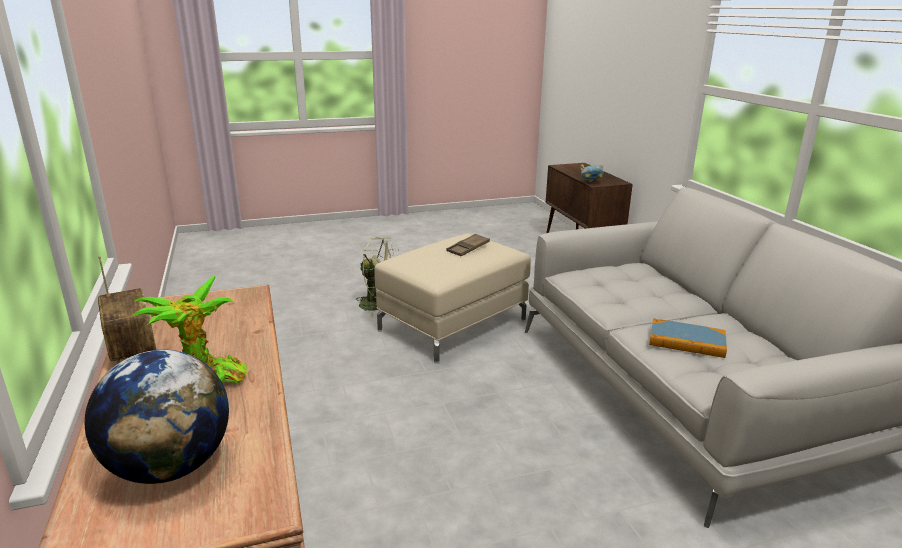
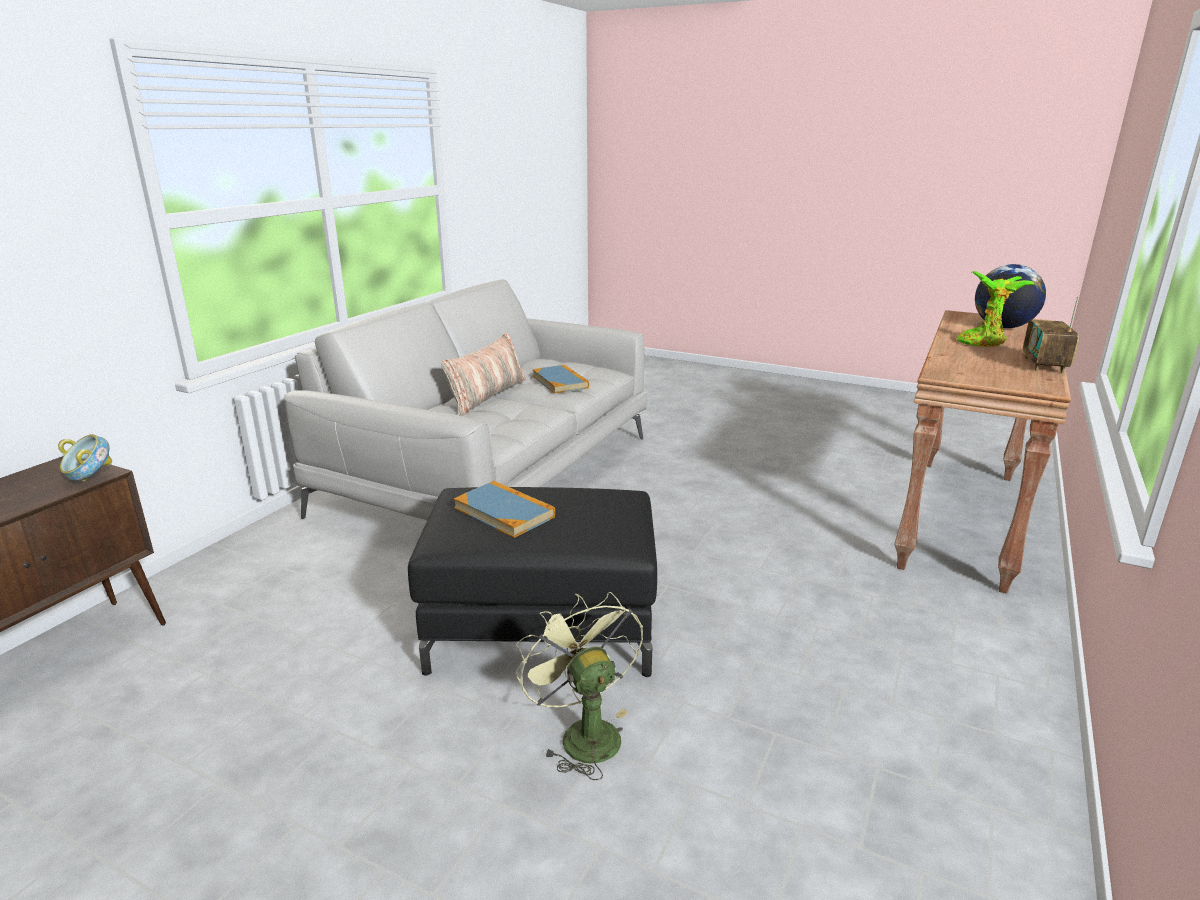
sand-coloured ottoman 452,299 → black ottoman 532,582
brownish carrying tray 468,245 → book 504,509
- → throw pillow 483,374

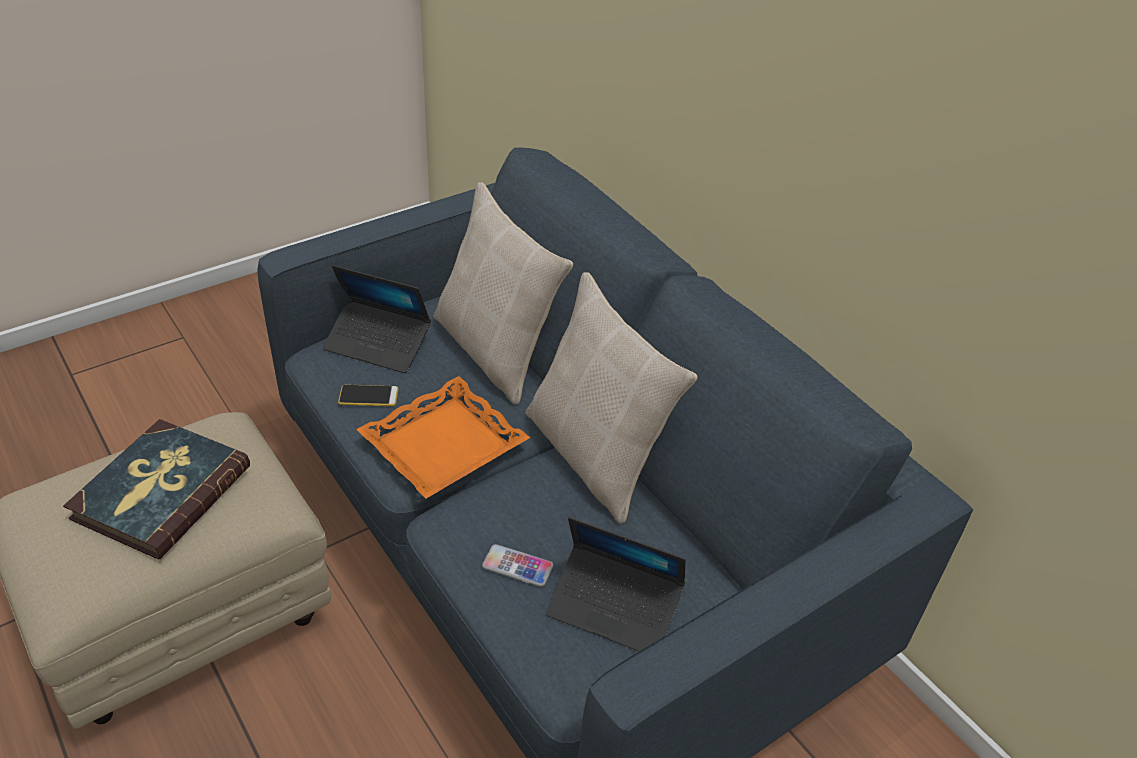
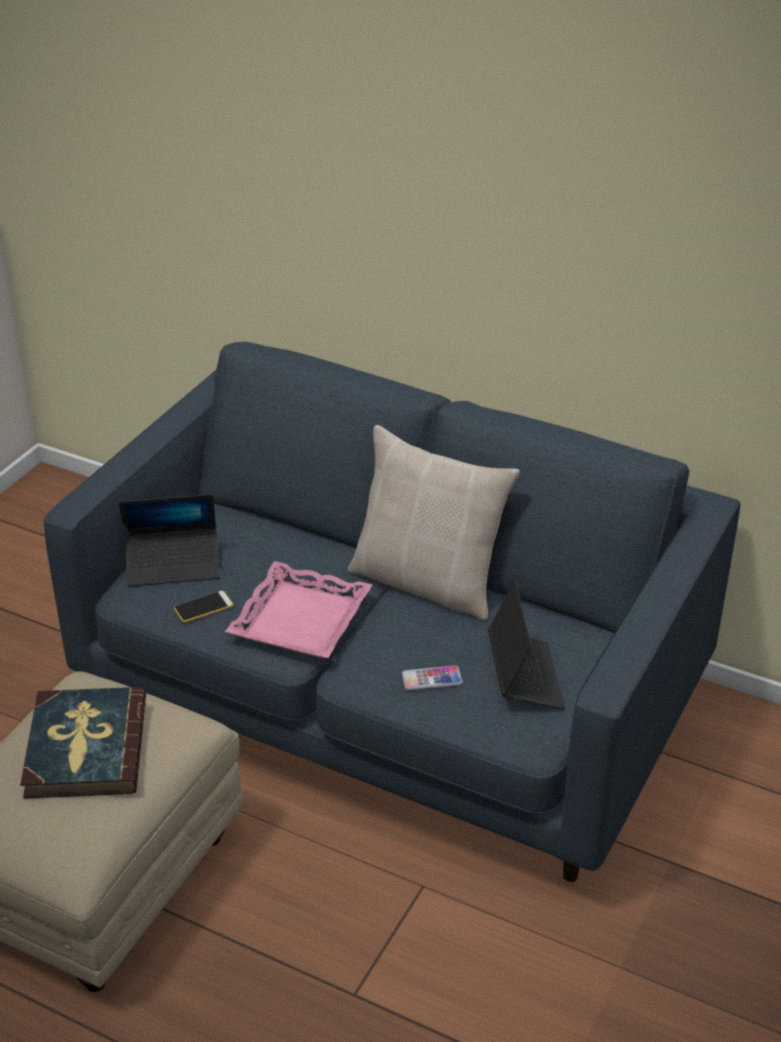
orange carrying tray 443,437 → pink-coloured carrying tray 299,609
sand-coloured throw pillow 503,293 → -
portable computer 616,584 → portable computer 526,645, 90 degrees counterclockwise

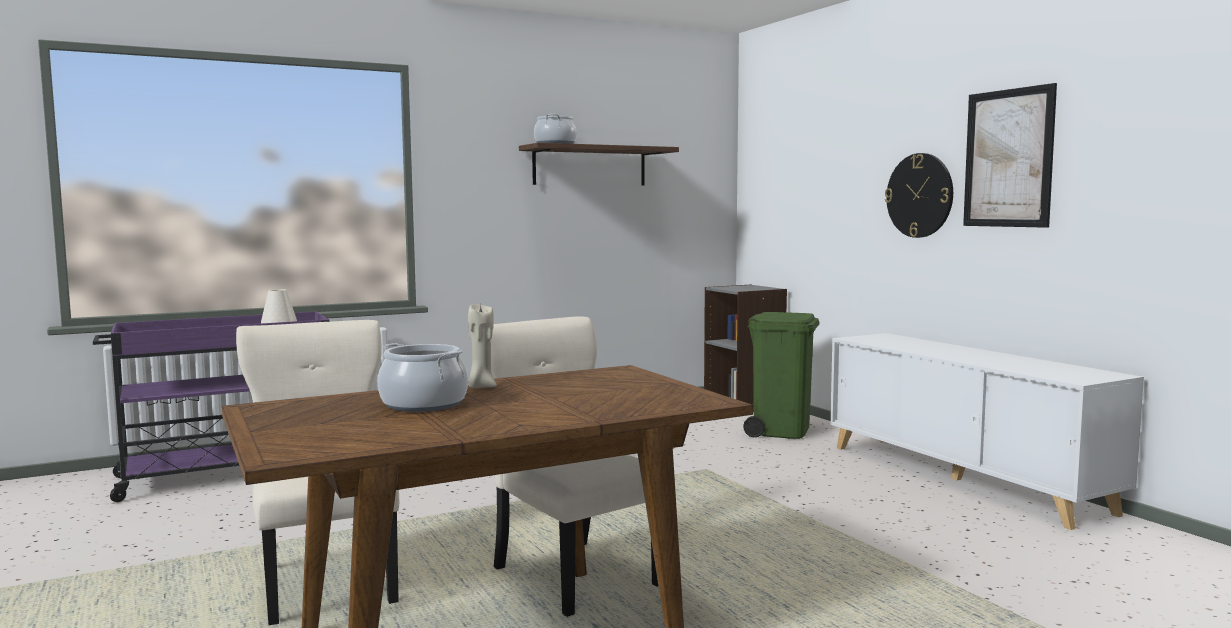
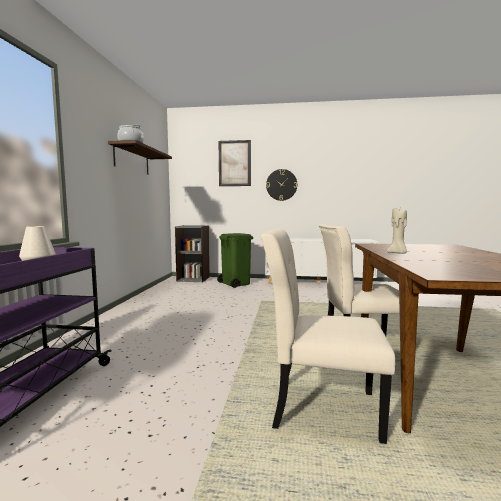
cooking pot 423,377 → -
wall art 1010,155 → wall art 235,163, relocated

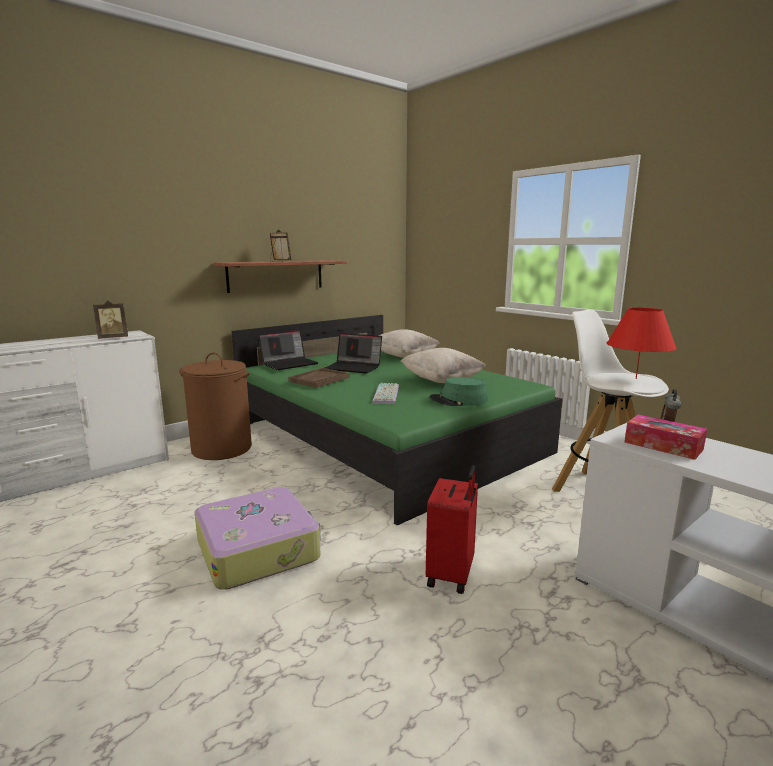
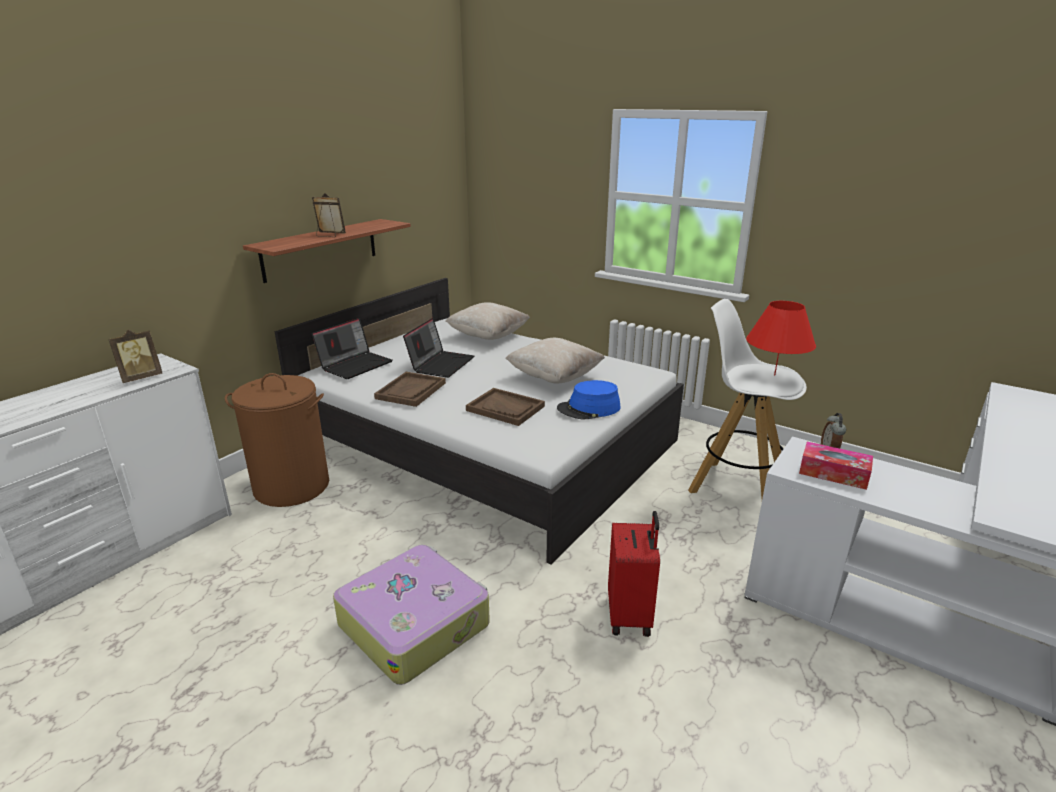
greenish bedroom bed 397,420 → whitish bedroom bed 479,421
portable computer 353,353 → portable computer 438,348, 75 degrees counterclockwise
PC keyboard 385,393 → brownish carrying tray 505,407
greenish wearable hat 459,391 → blue-coloured wearable hat 589,400

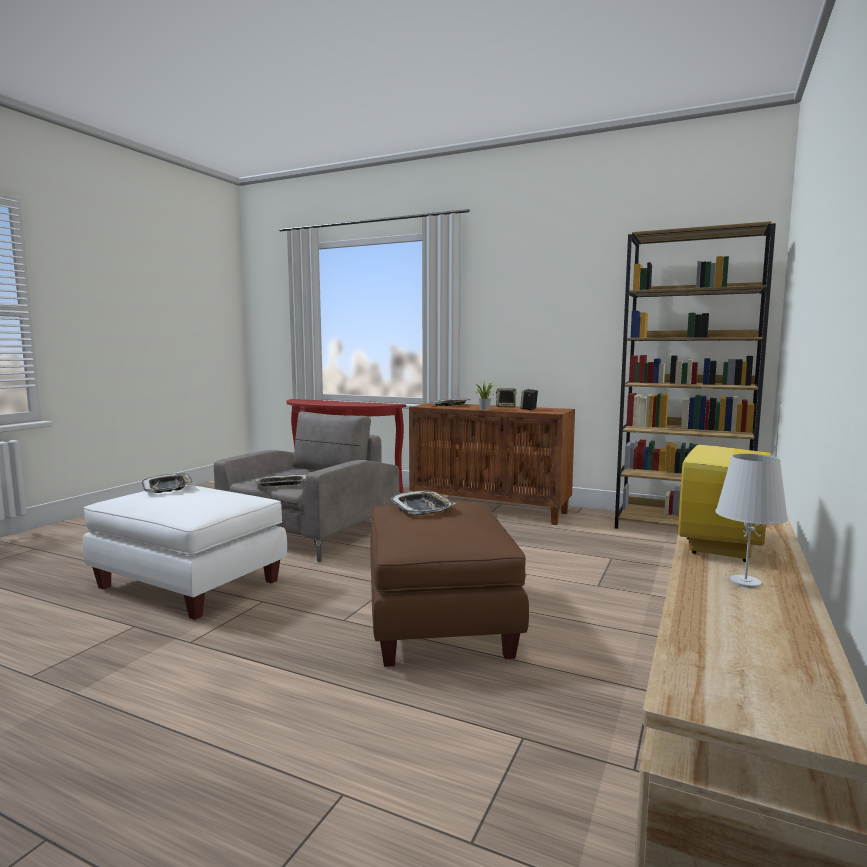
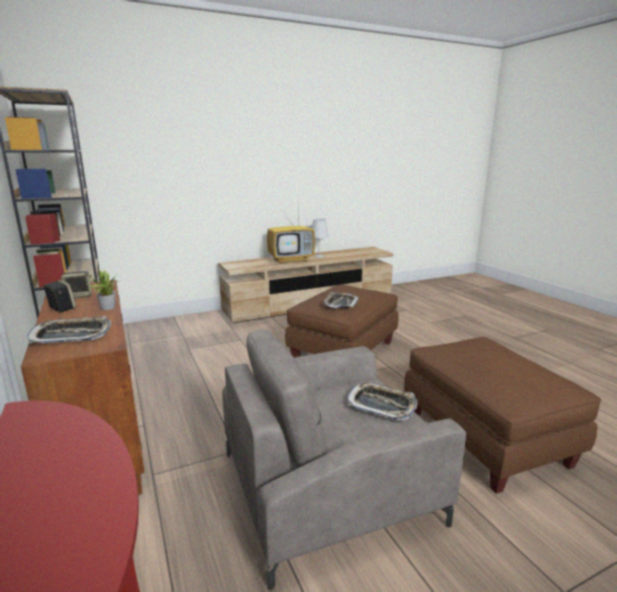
whitish ottoman 184,552 → brownish ottoman 502,415
carrying tray 168,483 → -

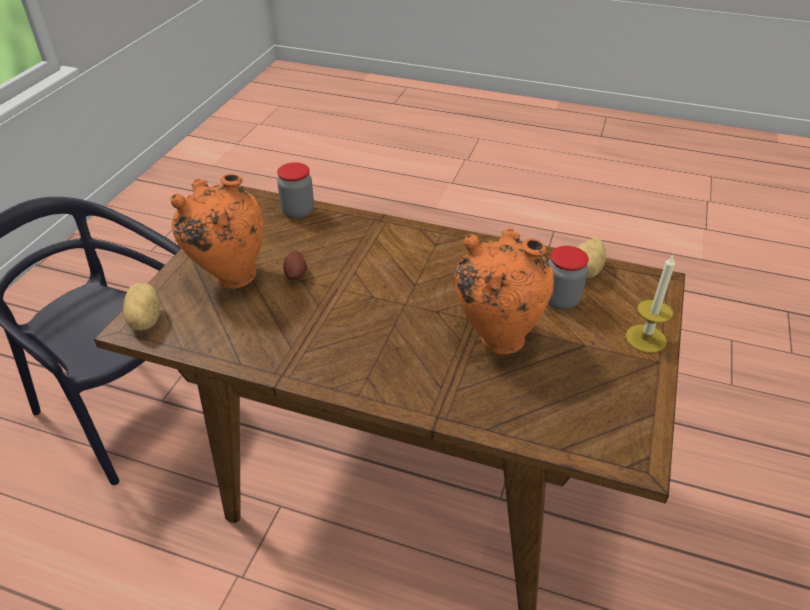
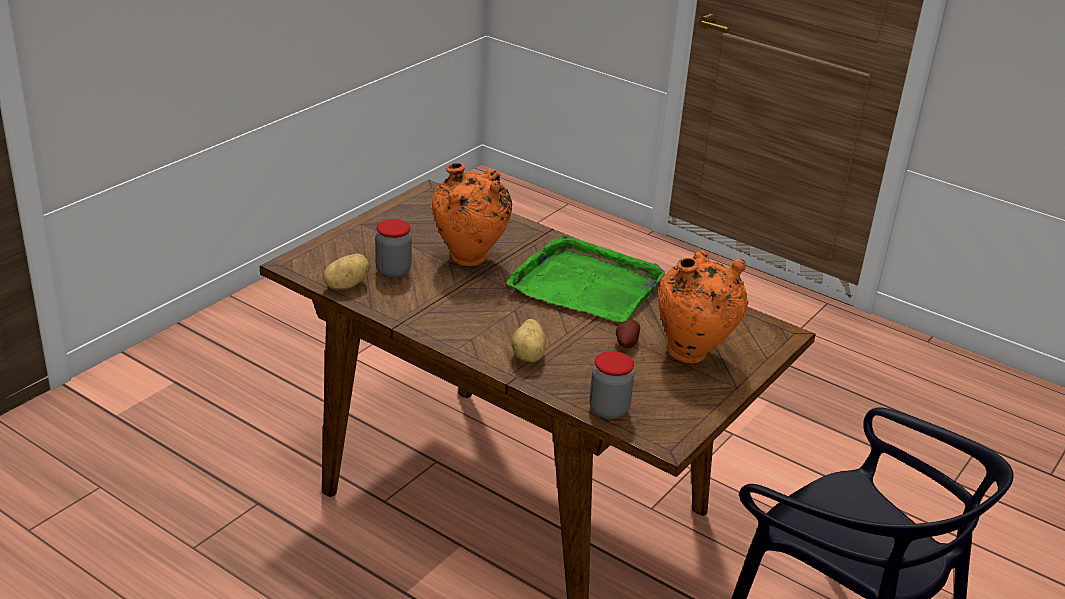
whole potato 142,307 → whole potato 528,340, relocated
wax candle 650,304 → -
- → greenish carrying tray 585,278

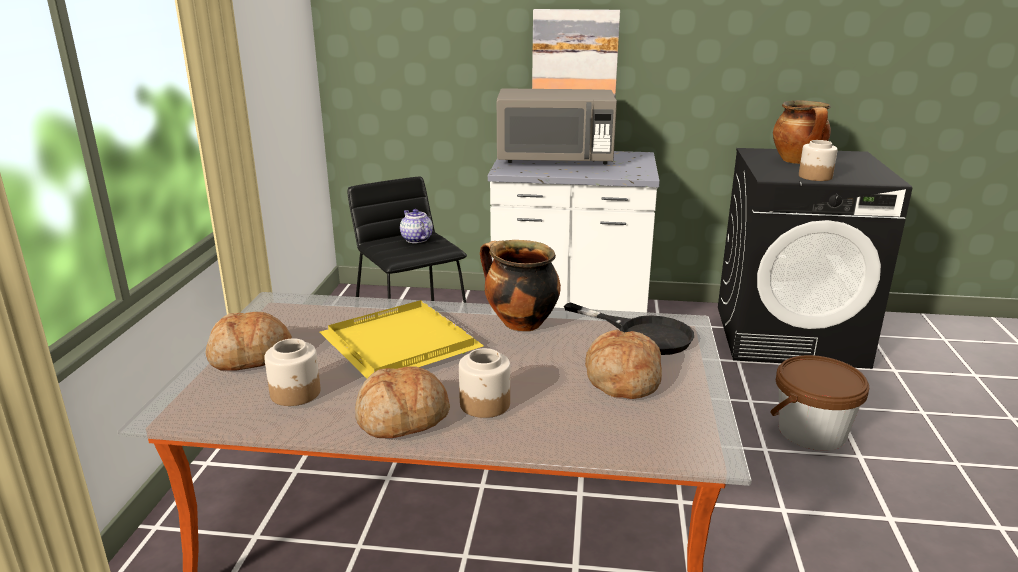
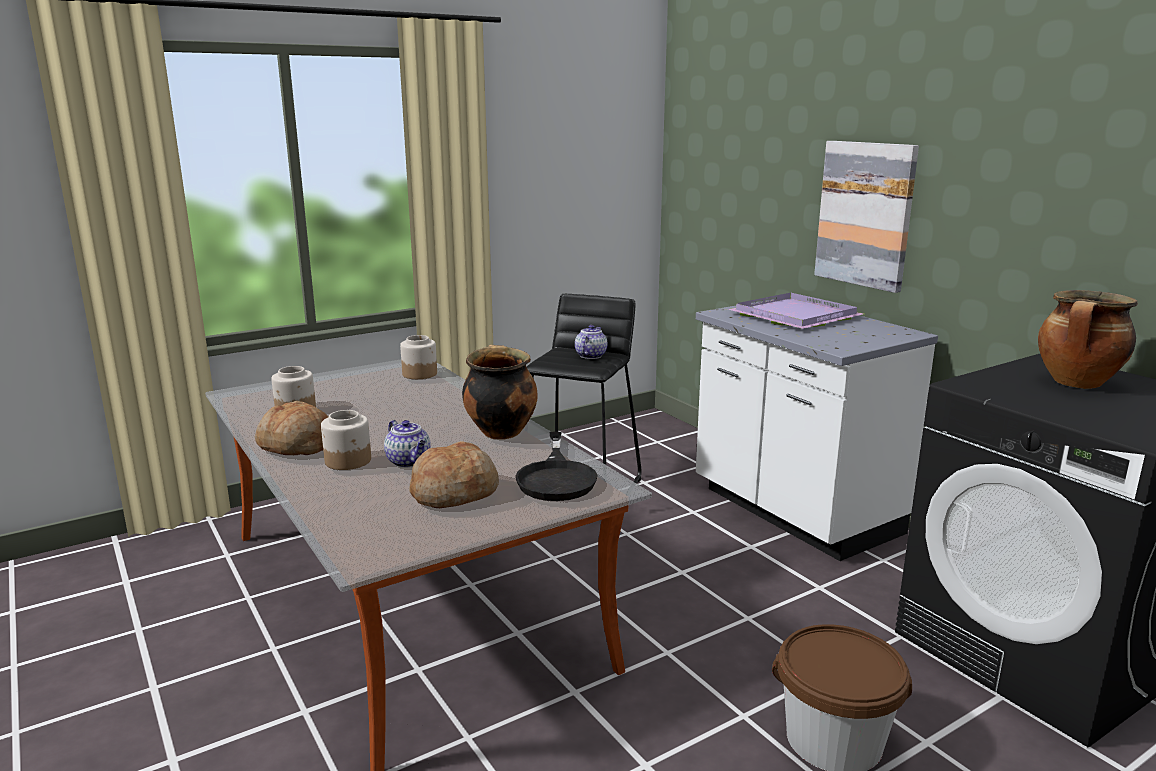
bread 249,341 → -
yellow carrying tray 402,339 → -
gray microwave oven 557,126 → purplish carrying tray 796,311
jar 818,160 → jar 418,357, relocated
- → tea pot 407,444

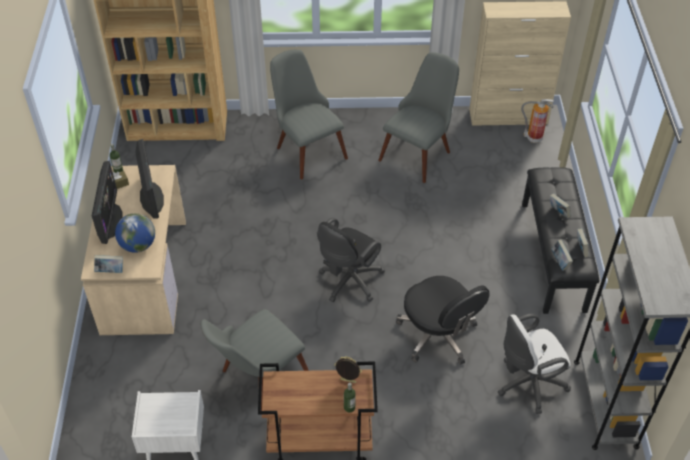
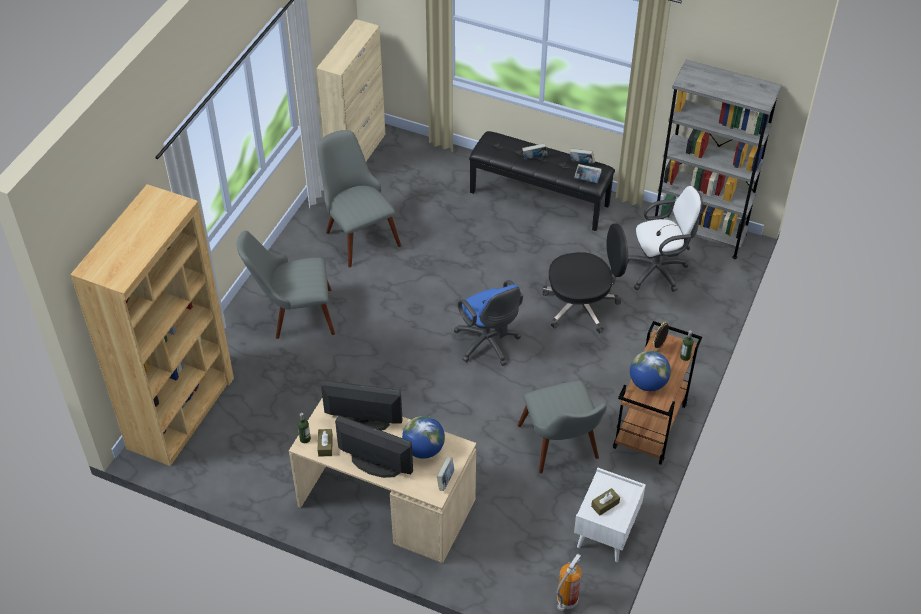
black computer chair 351,260 → blue-coloured computer chair 488,323
whitish computer chair 534,363 → whitish computer chair 665,239, 105 degrees counterclockwise
extinguisher 537,121 → extinguisher 569,582, relocated
- → brownish tissue box 605,502
- → desk globe 650,371

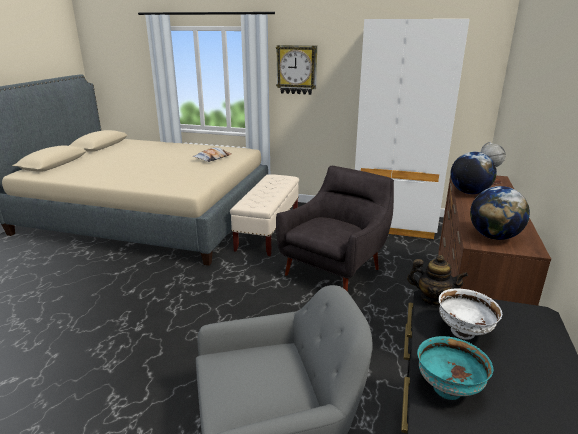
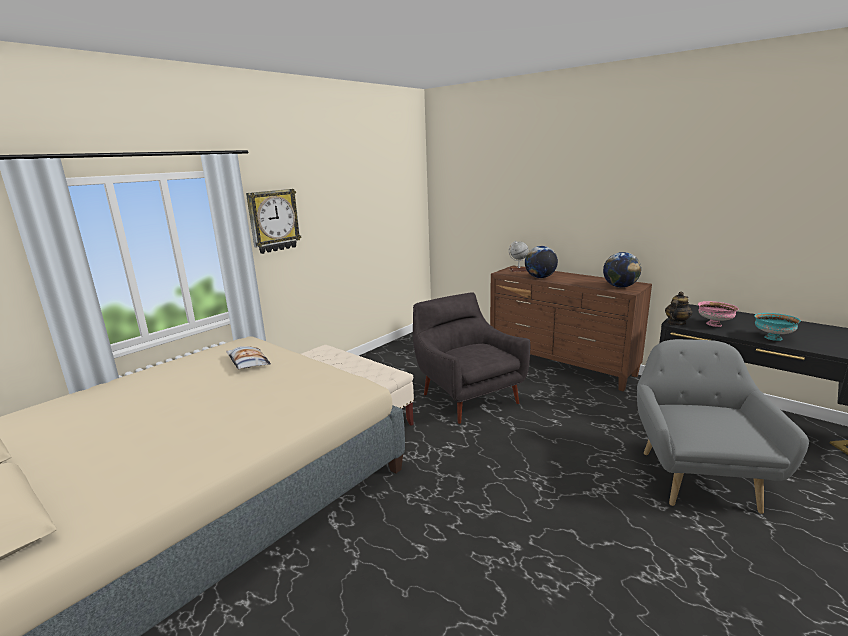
whitish armoire 412,129 → -
whitish deep dish 470,314 → pink-coloured deep dish 718,314

